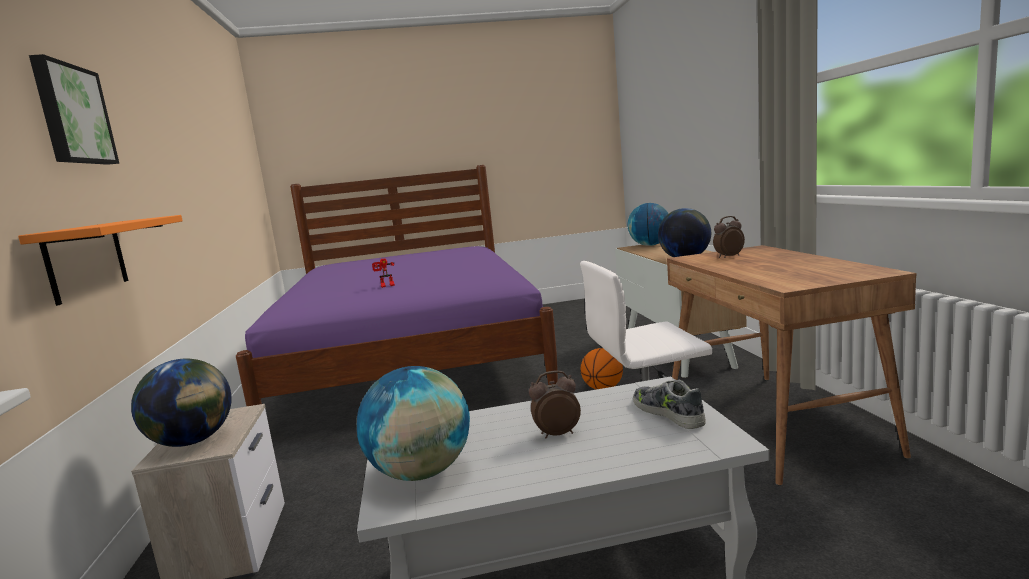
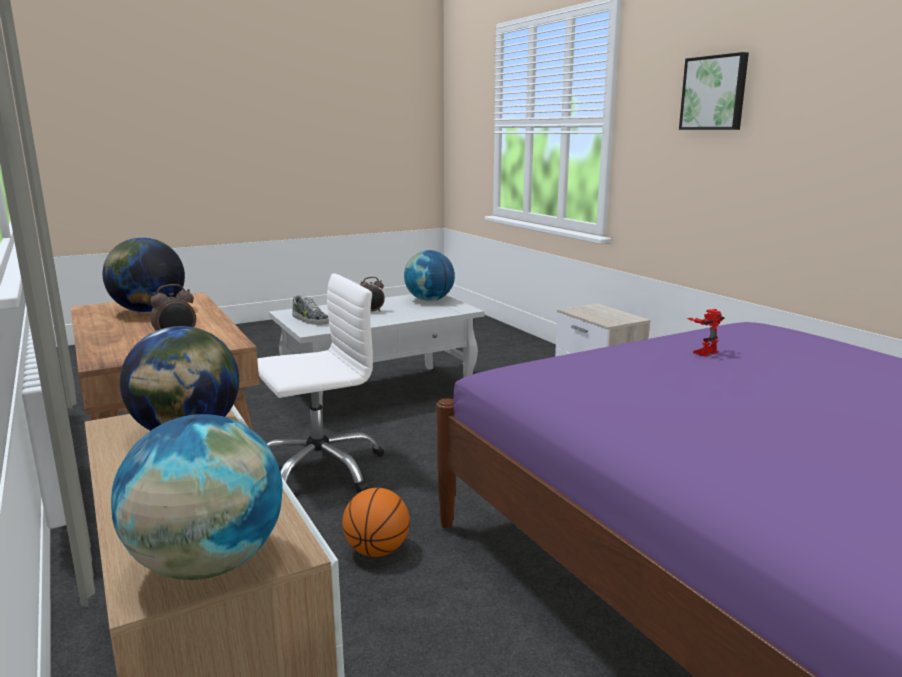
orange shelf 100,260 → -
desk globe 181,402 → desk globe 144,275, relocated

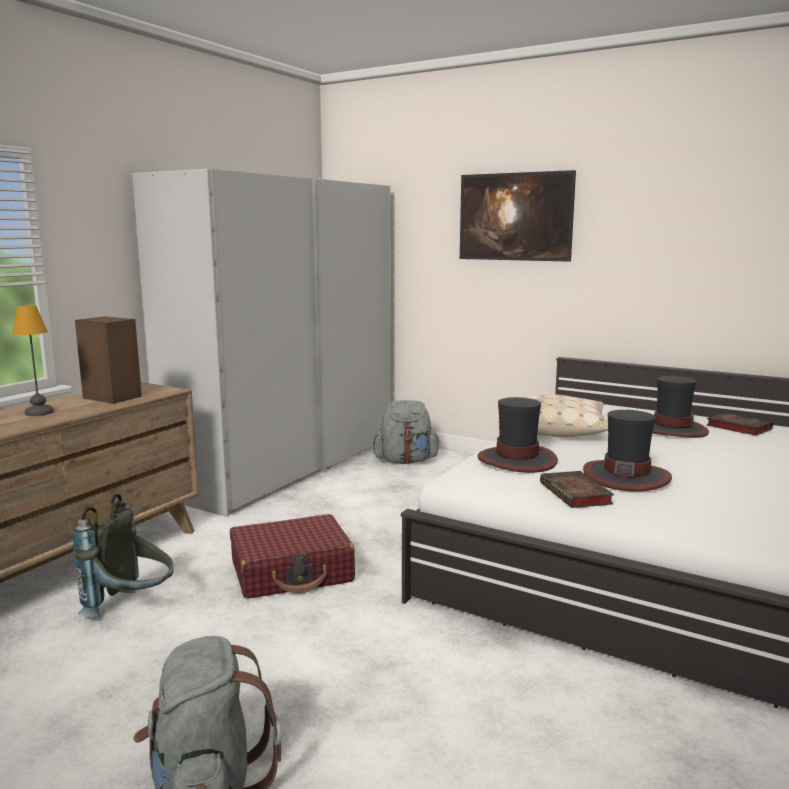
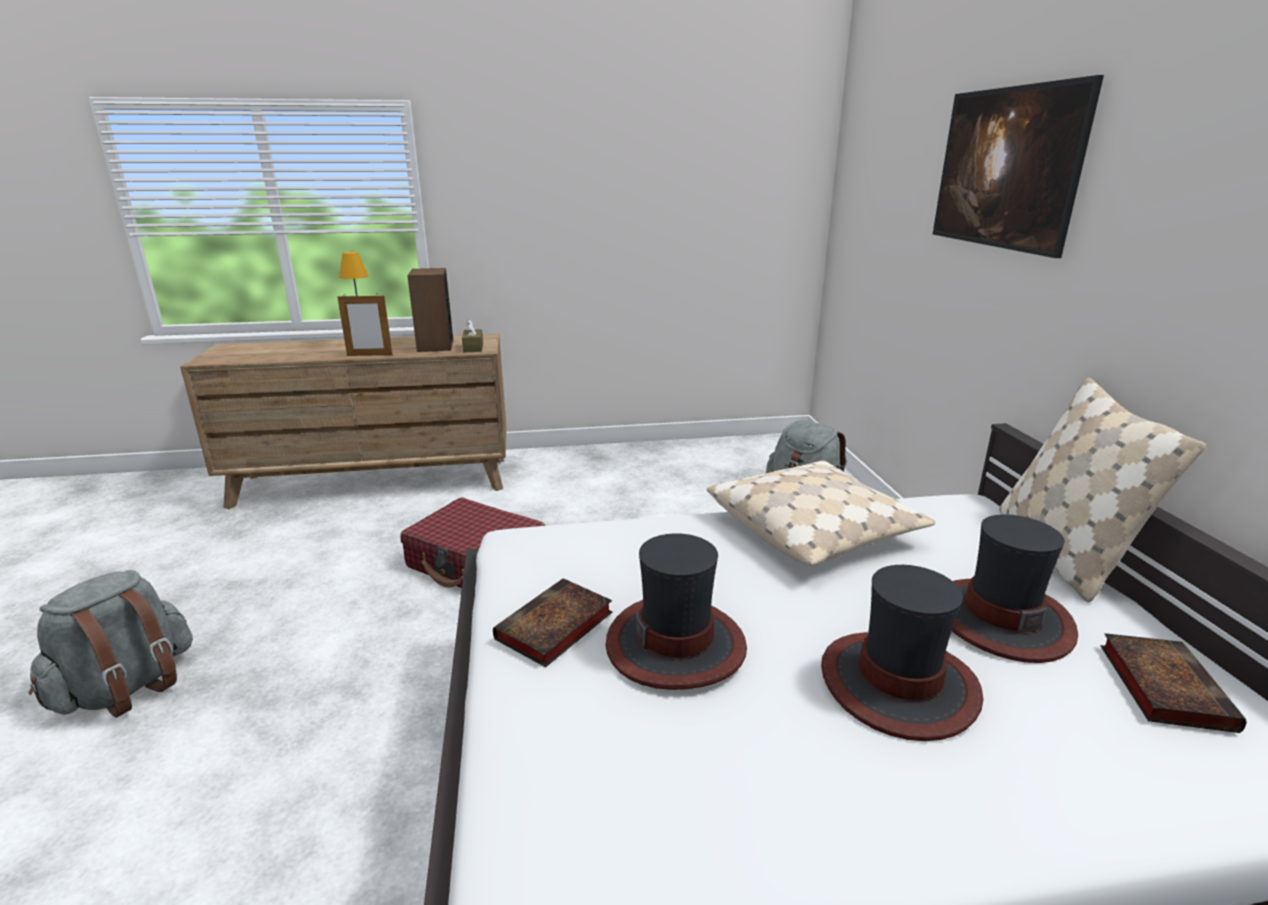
gray knapsack 123,555 → -
whitish armoire 261,343 → -
wearable hat 517,435 → wearable hat 902,653, relocated
- → photo frame 365,325
- → brownish tissue box 472,336
- → sand-coloured throw pillow 1102,490

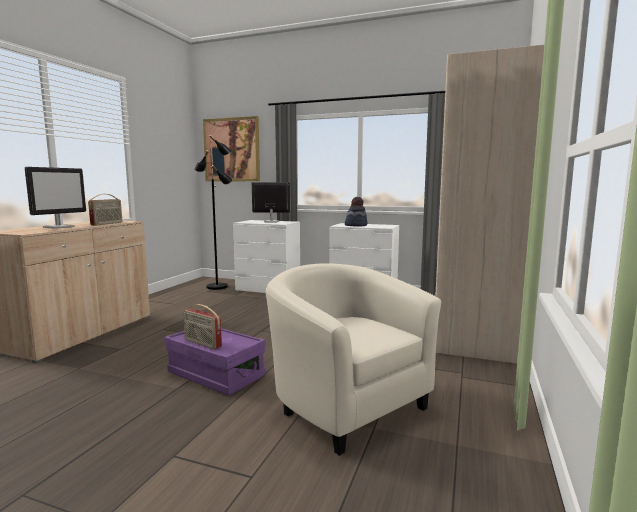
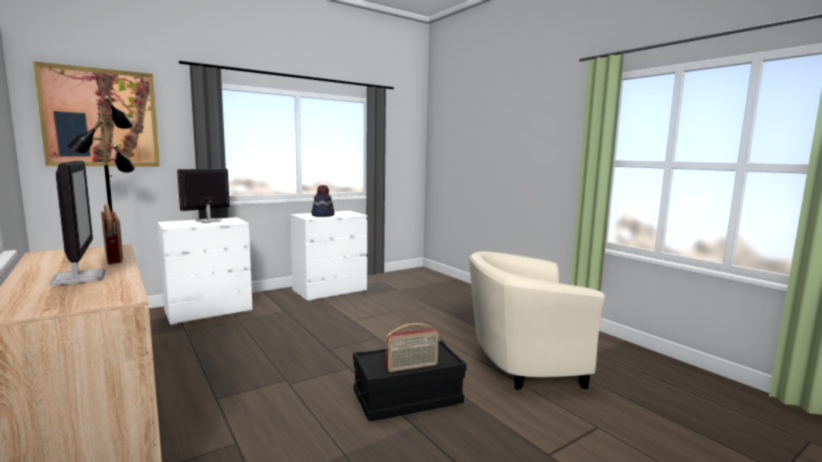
purplish storage bin 215,361 → black storage bin 410,380
sand-coloured armoire 489,204 → -

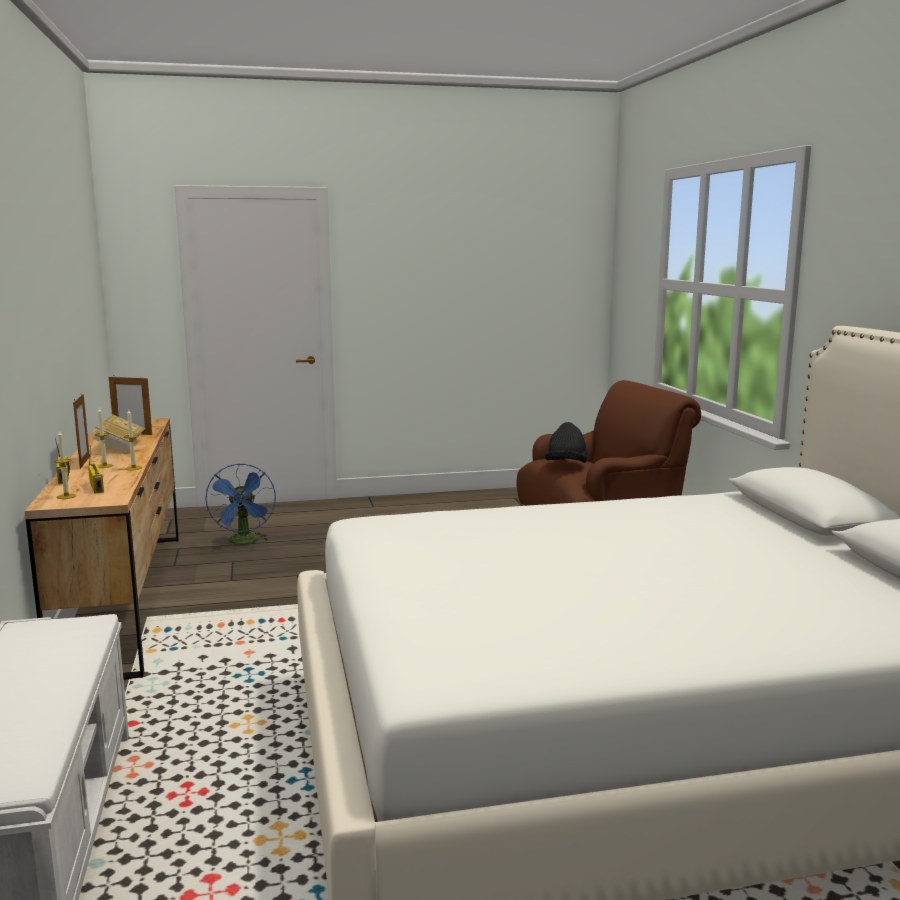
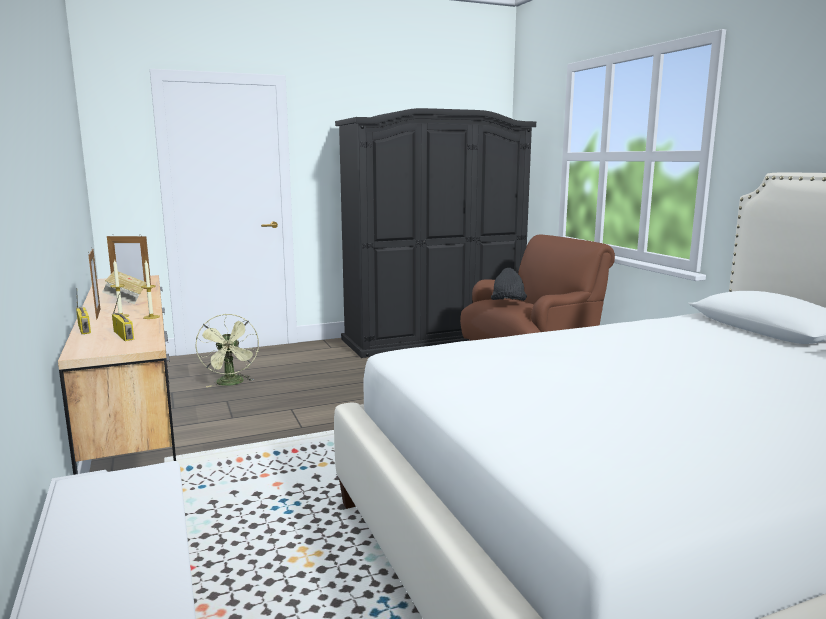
wax candle 65,464 → -
blue-coloured electric fan 240,504 → greenish electric fan 227,350
- → black armoire 435,233

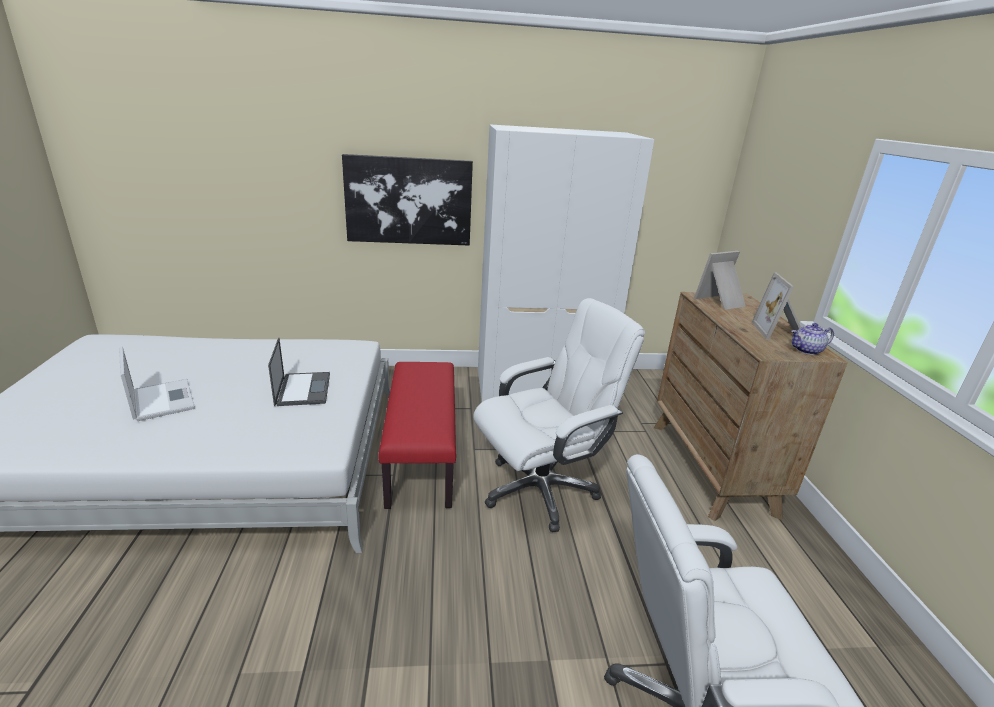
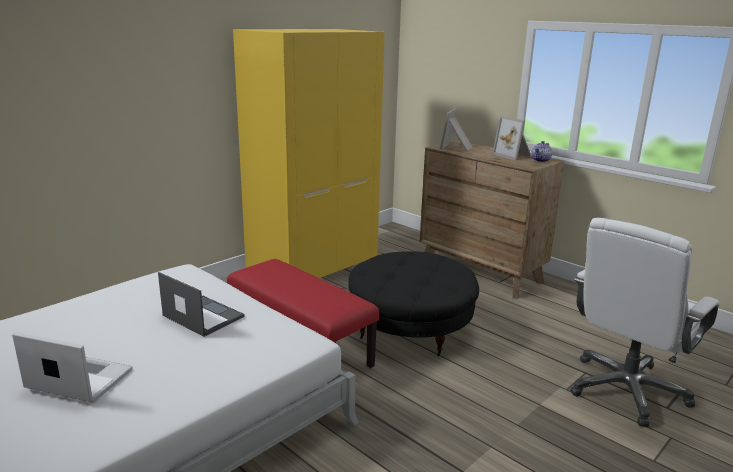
wall art 407,200 → -
whitish computer chair 559,415 → black ottoman 413,303
whitish armoire 566,263 → yellow armoire 309,153

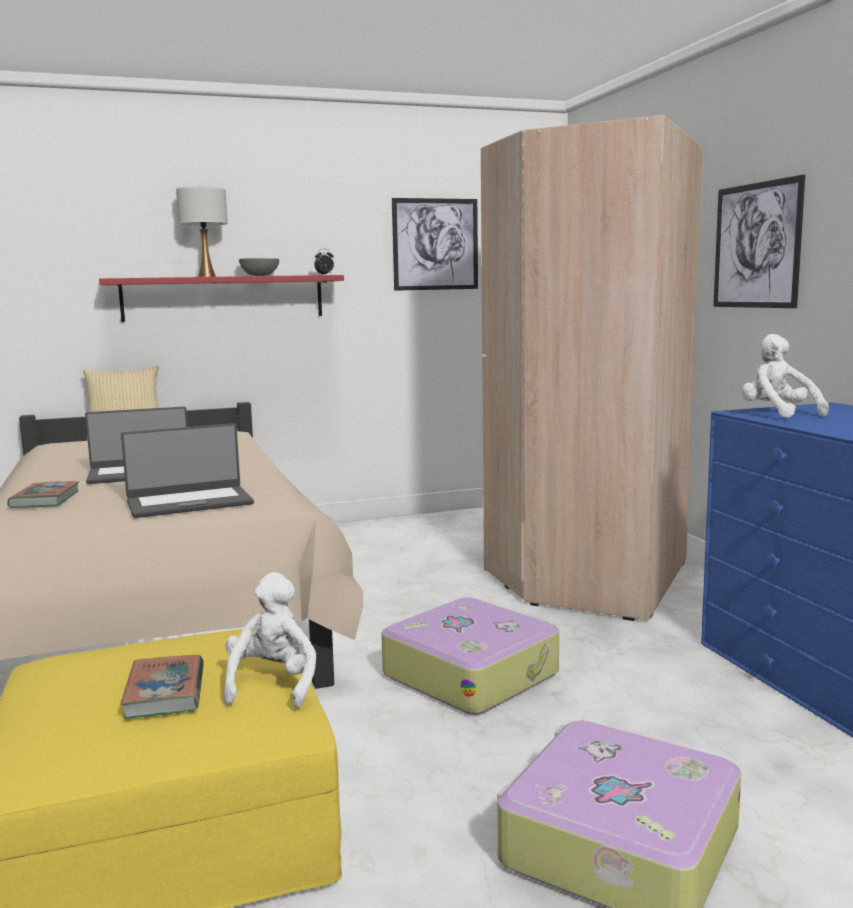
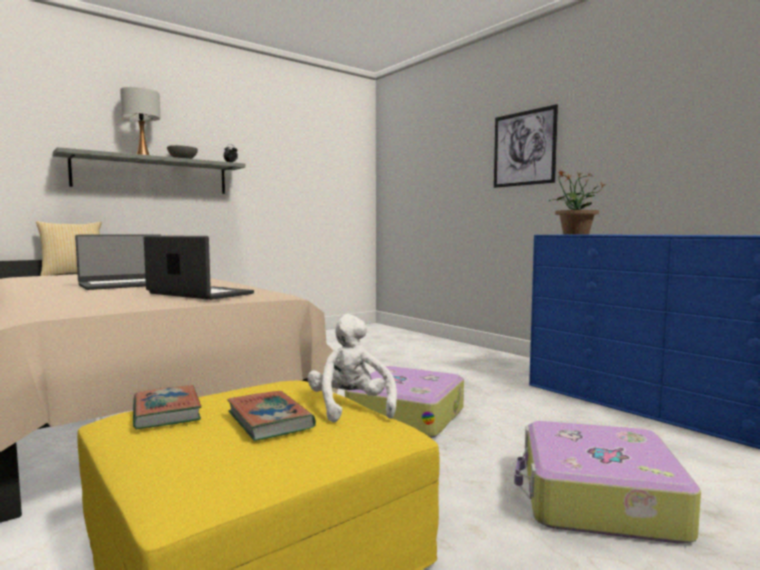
book 43,494 → book 167,407, relocated
red-coloured shelf 221,298 → gray shelf 149,170
portable computer 187,470 → portable computer 199,267, 105 degrees counterclockwise
wall art 435,244 → -
sand-coloured armoire 591,368 → -
whitish soft toy 785,376 → potted plant 576,202

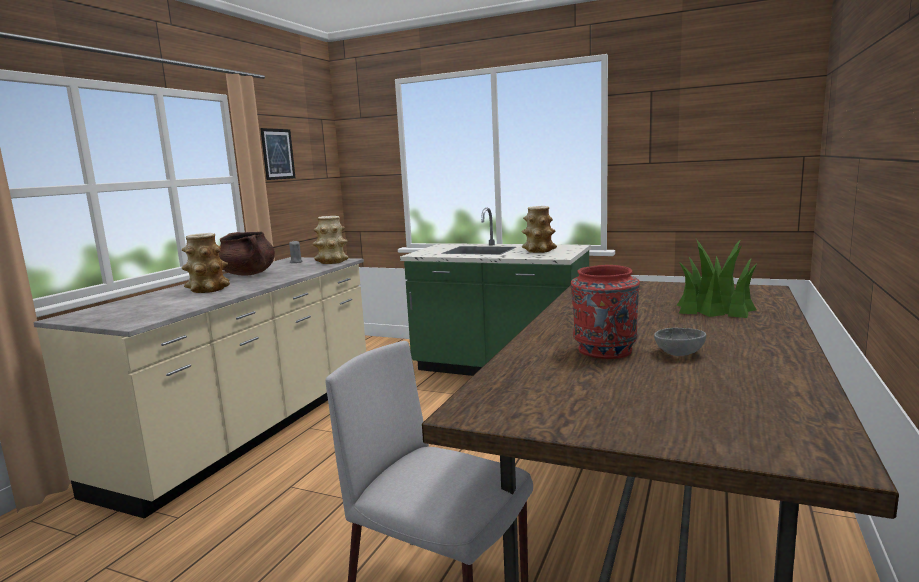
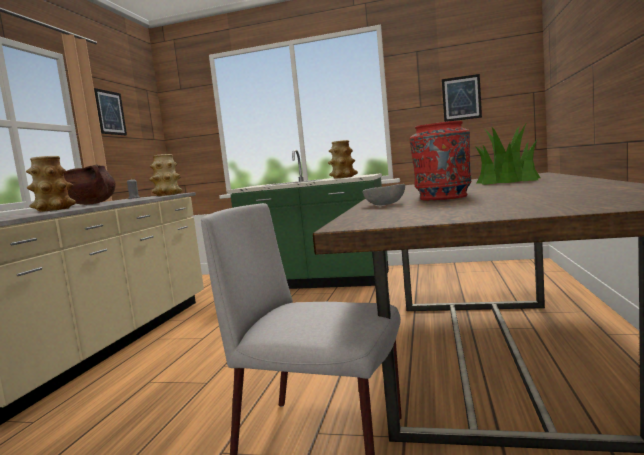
gray deep dish 680,342 → gray deep dish 384,194, relocated
- → wall art 462,98

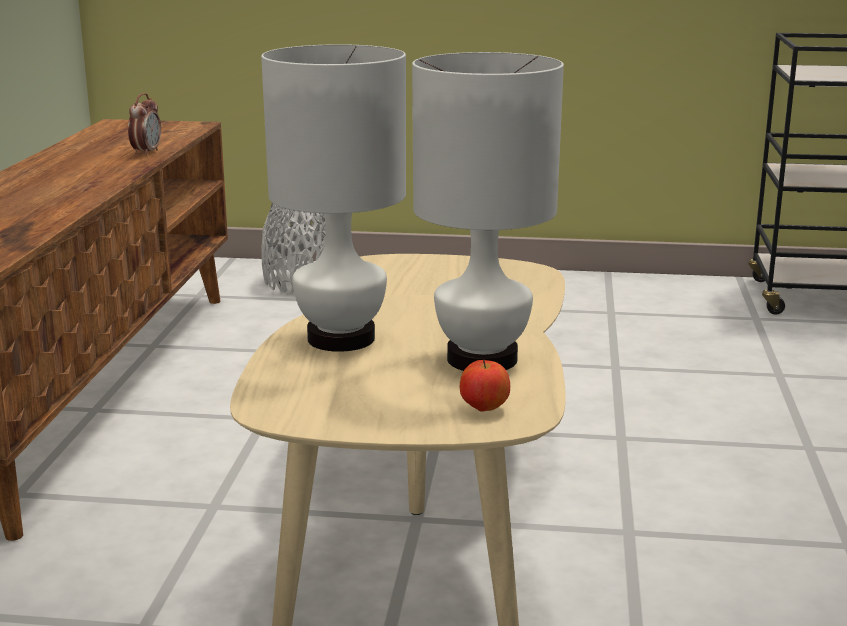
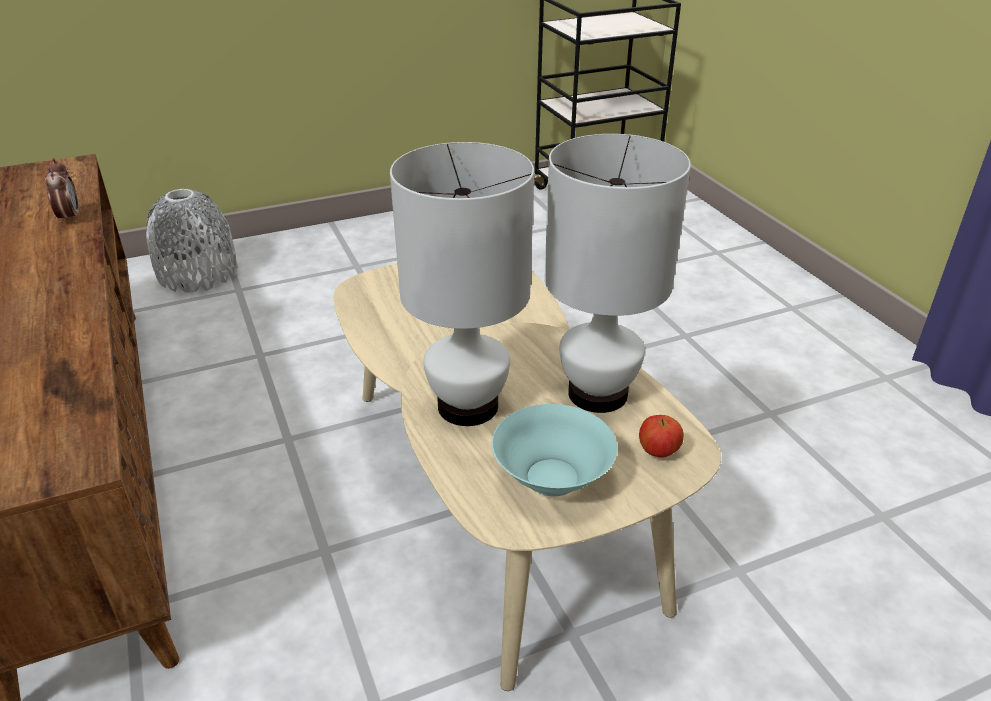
- → blue-green deep dish 555,450

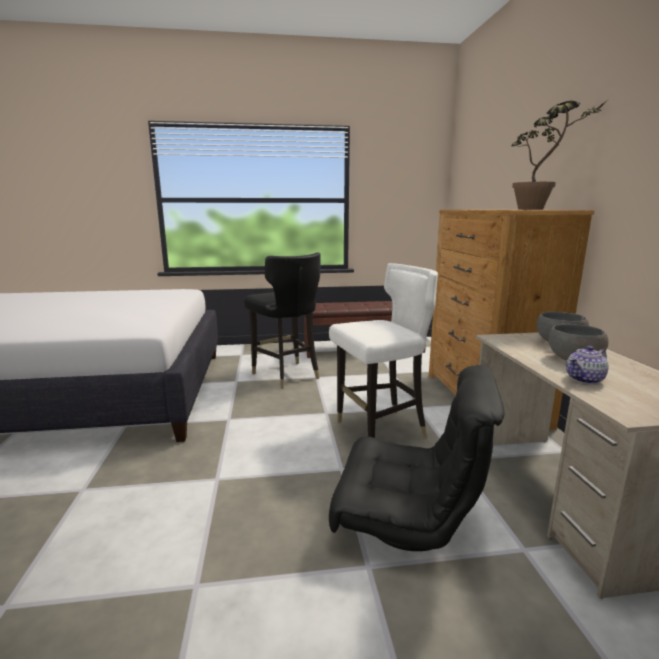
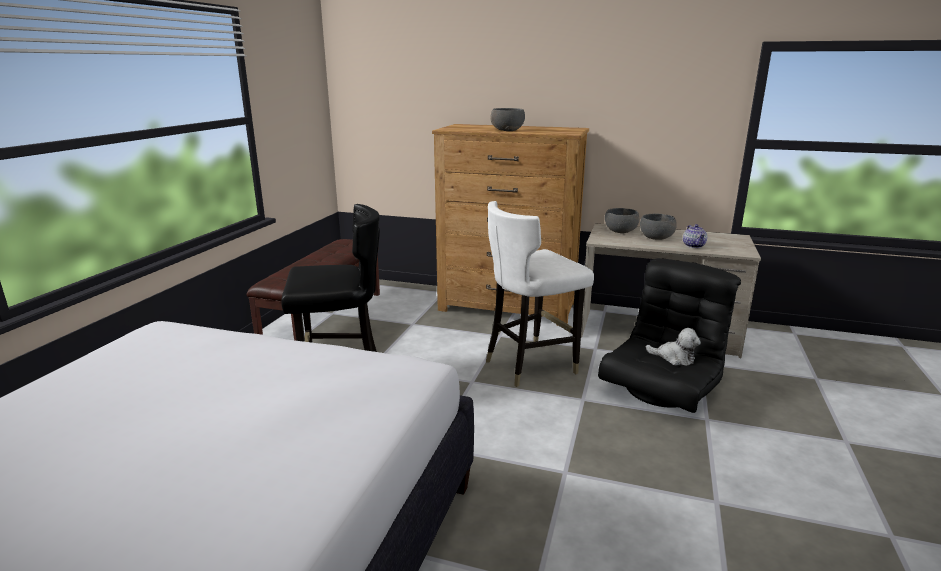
whitish upright chair 383,350 → whitish upright chair 540,294, 120 degrees counterclockwise
potted plant 560,154 → -
- → gray deep dish 507,119
- → soft toy 673,347

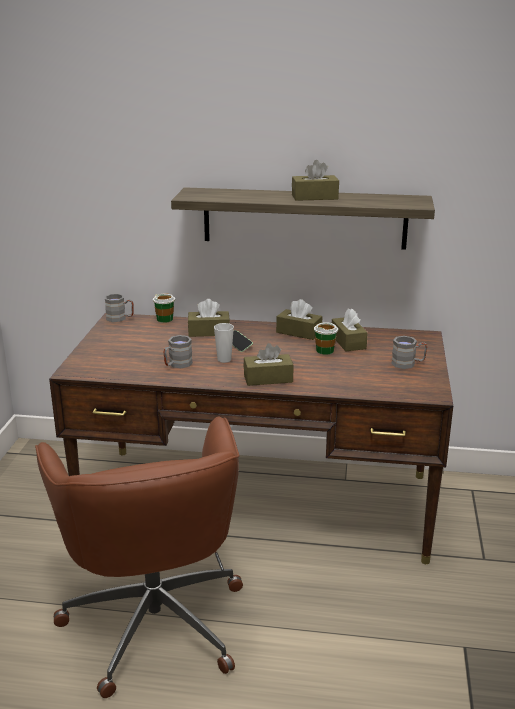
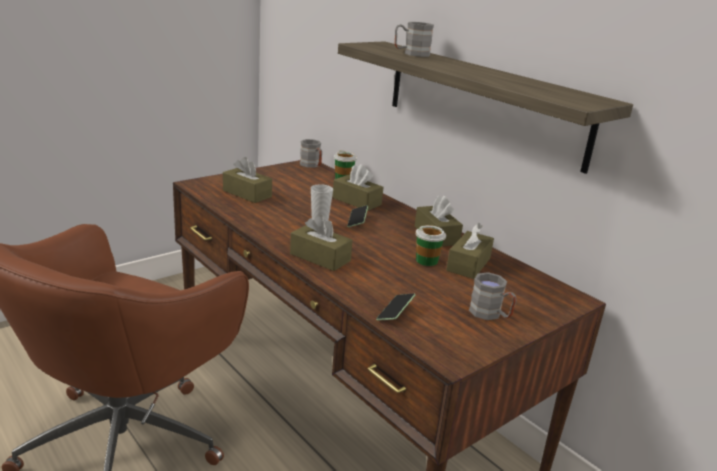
gray mug 178,351 → gray mug 414,39, relocated
brownish tissue box 315,180 → brownish tissue box 247,180, relocated
- → handset 395,306

